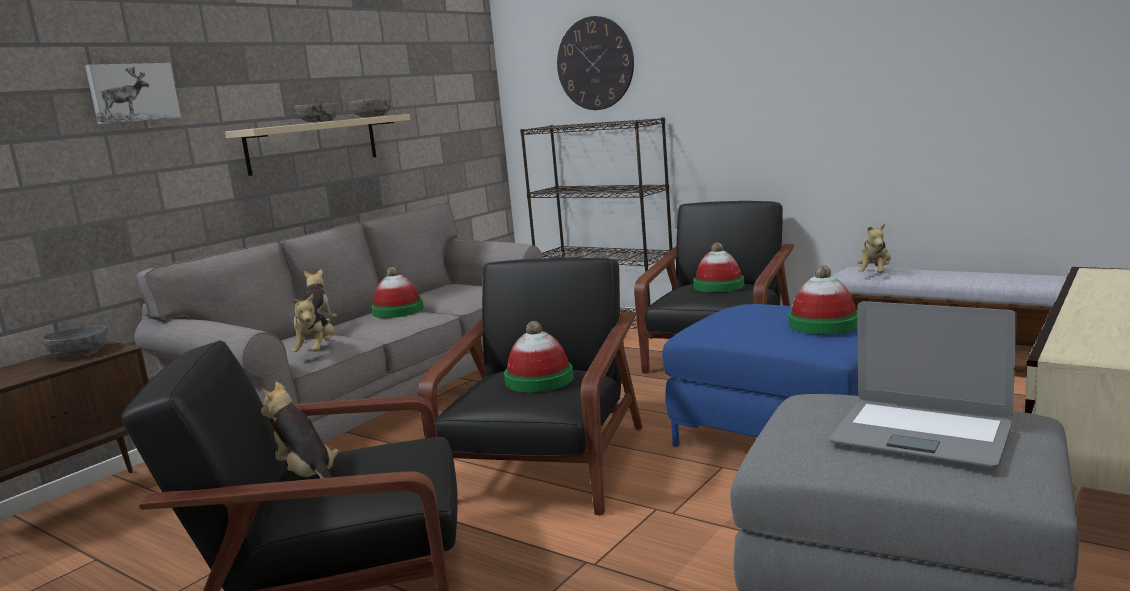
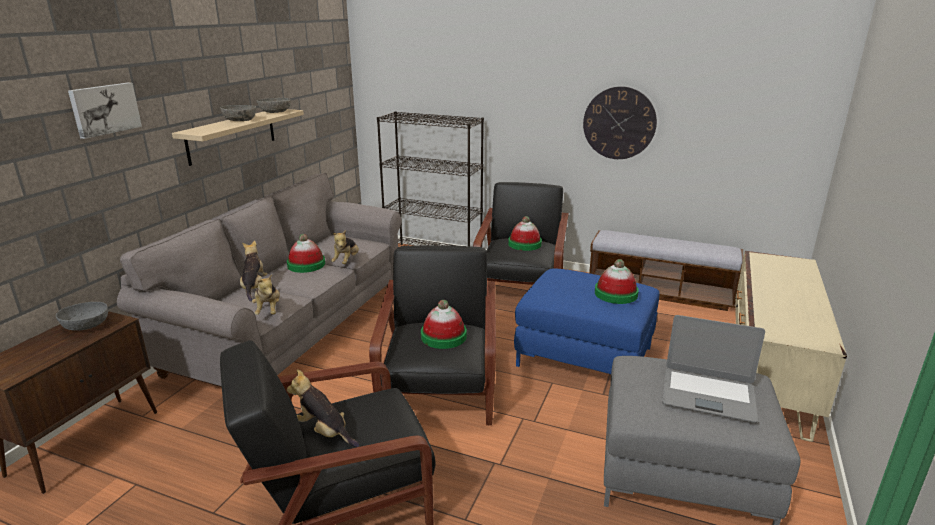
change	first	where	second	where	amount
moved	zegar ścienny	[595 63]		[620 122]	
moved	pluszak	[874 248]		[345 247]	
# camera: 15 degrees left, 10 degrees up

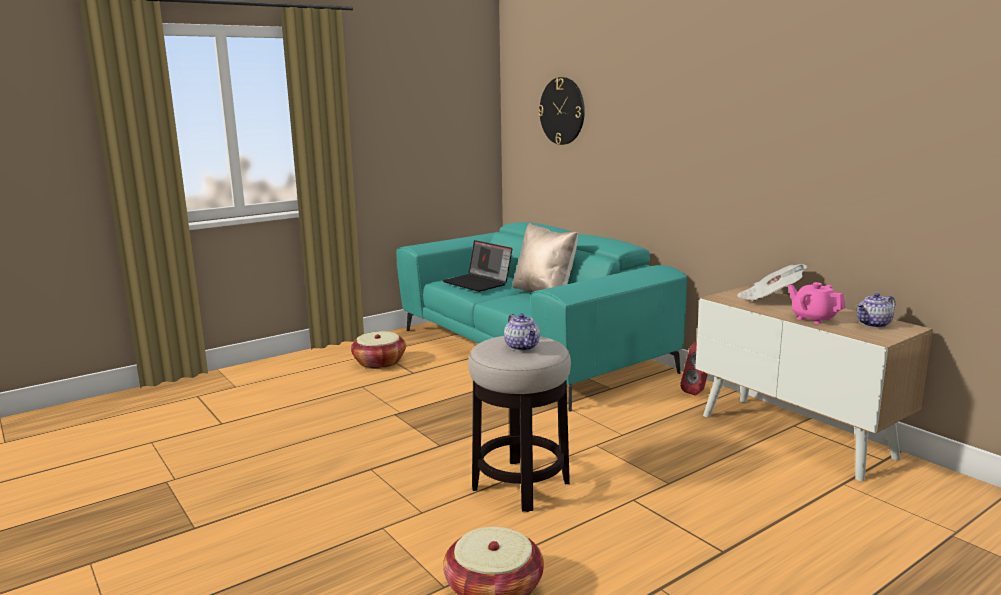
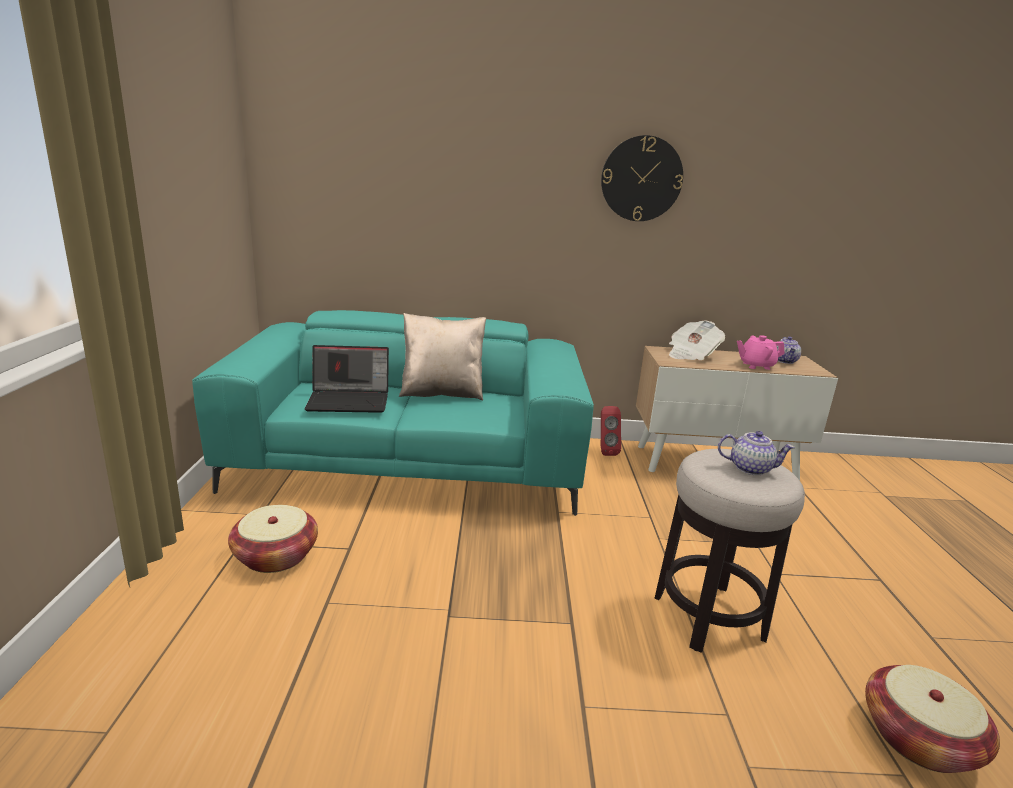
change	first	where	second	where	amount
moved	zegar ścienny	[561 111]		[642 178]	
# camera: 55 degrees left, 5 degrees up

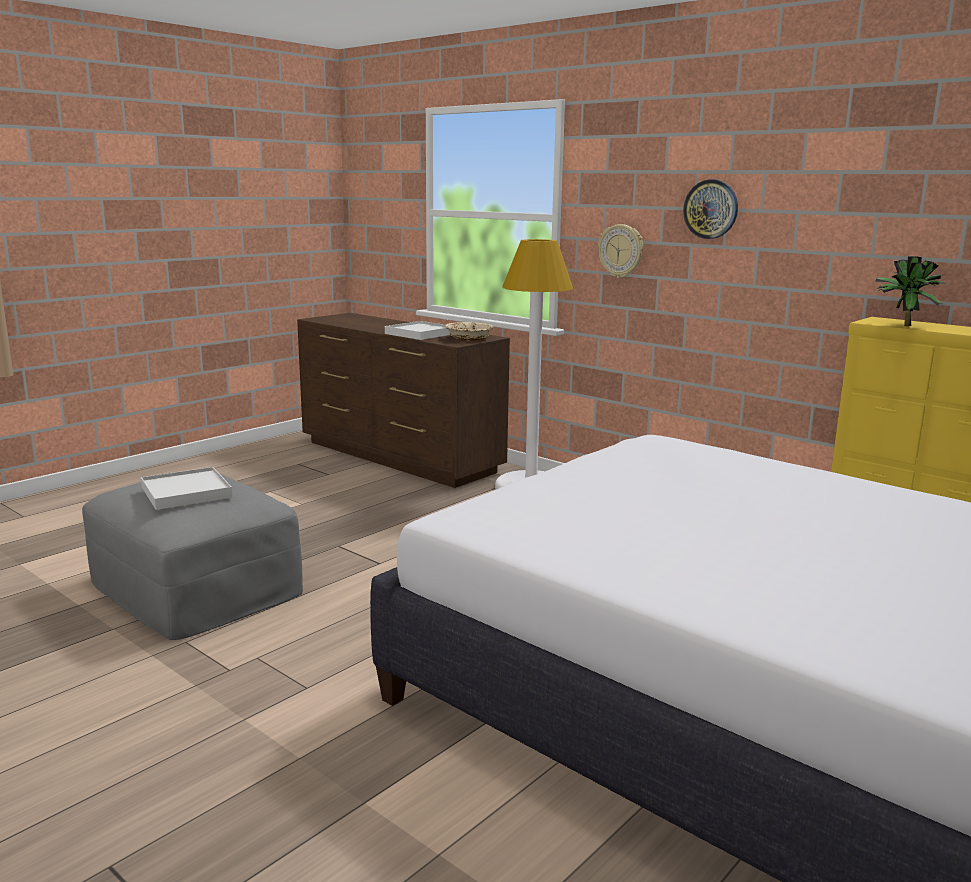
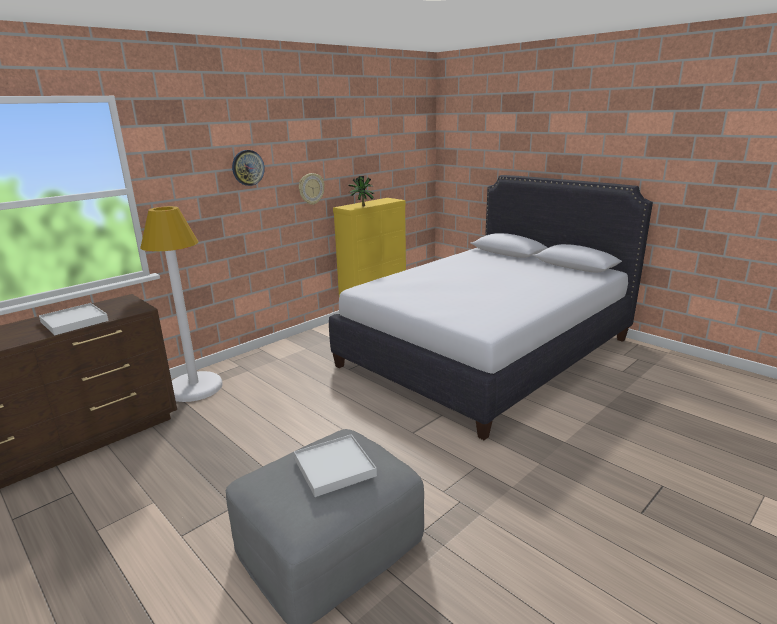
change	first	where	second	where	amount
removed	miska [beżowy]	[469 331]			
moved	zegar ścienny	[620 251]		[311 189]	
# camera: 85 degrees left, 5 degrees up

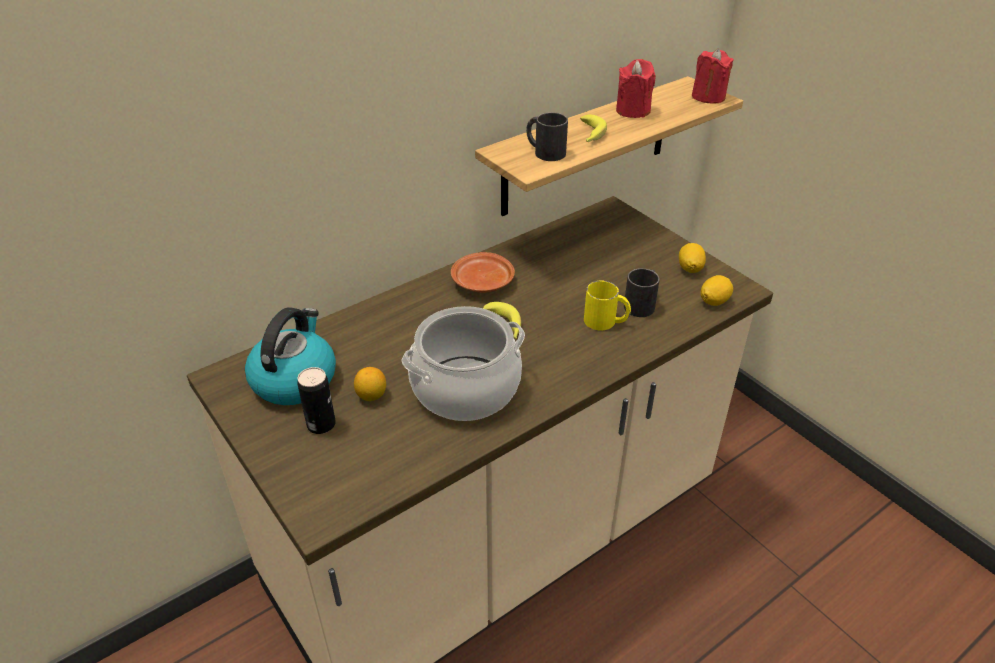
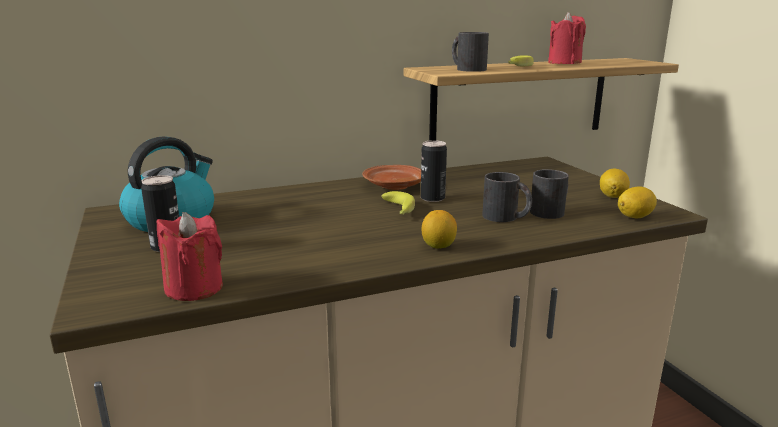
change	first	where	second	where	amount
removed	garnek	[463 363]			
added			puszka	[434 171]	
moved	cytryna	[370 384]		[439 229]	
moved	świeca [czerwony]	[713 76]		[190 256]	
recoloured	kubek [żółty]	[607 305]	kubek [czarny]	[507 197]	
# camera: 15 degrees right, 20 degrees down

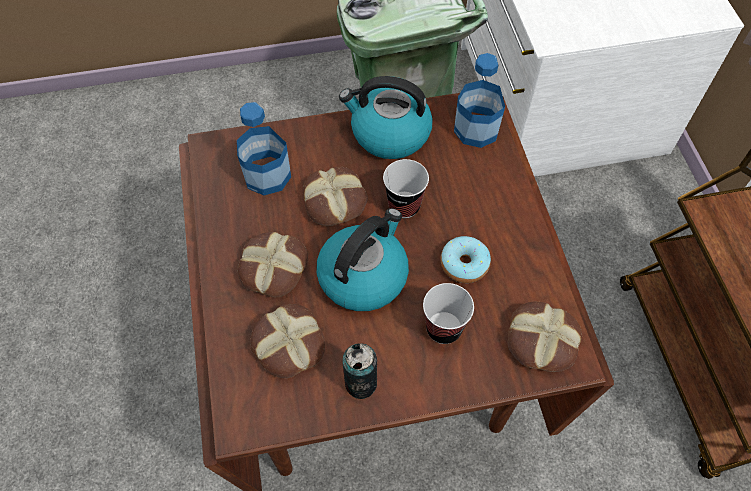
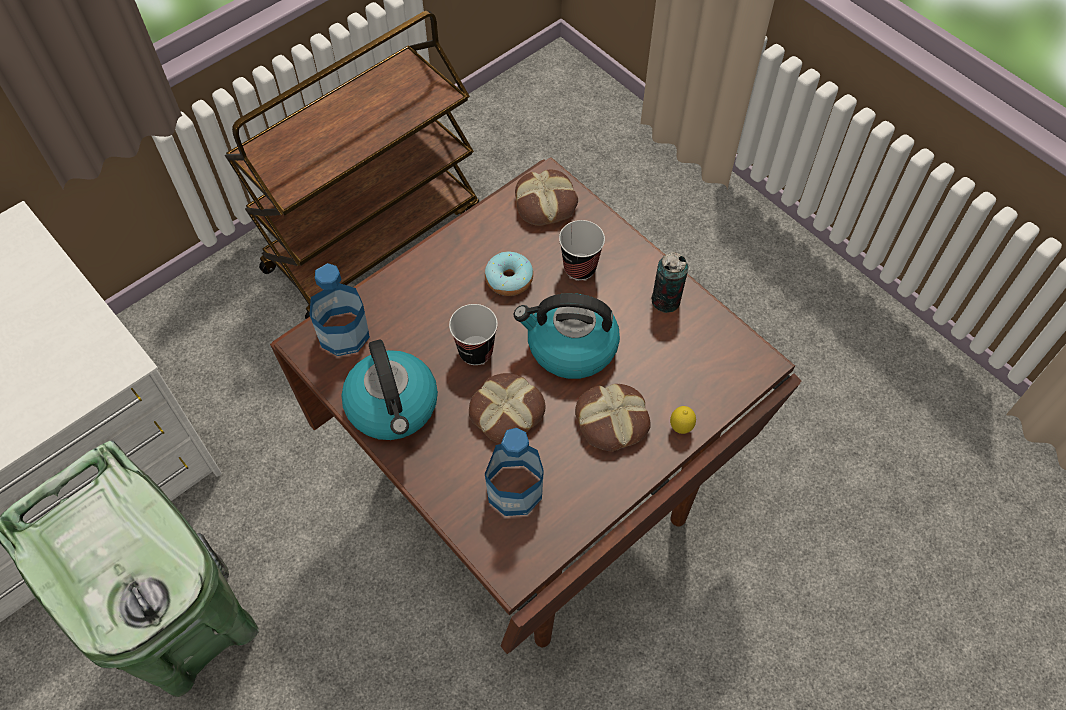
change	first	where	second	where	amount
removed	chleb	[287 341]			
added			cytryna	[683 420]	
# camera: 120 degrees left, 0 degrees up

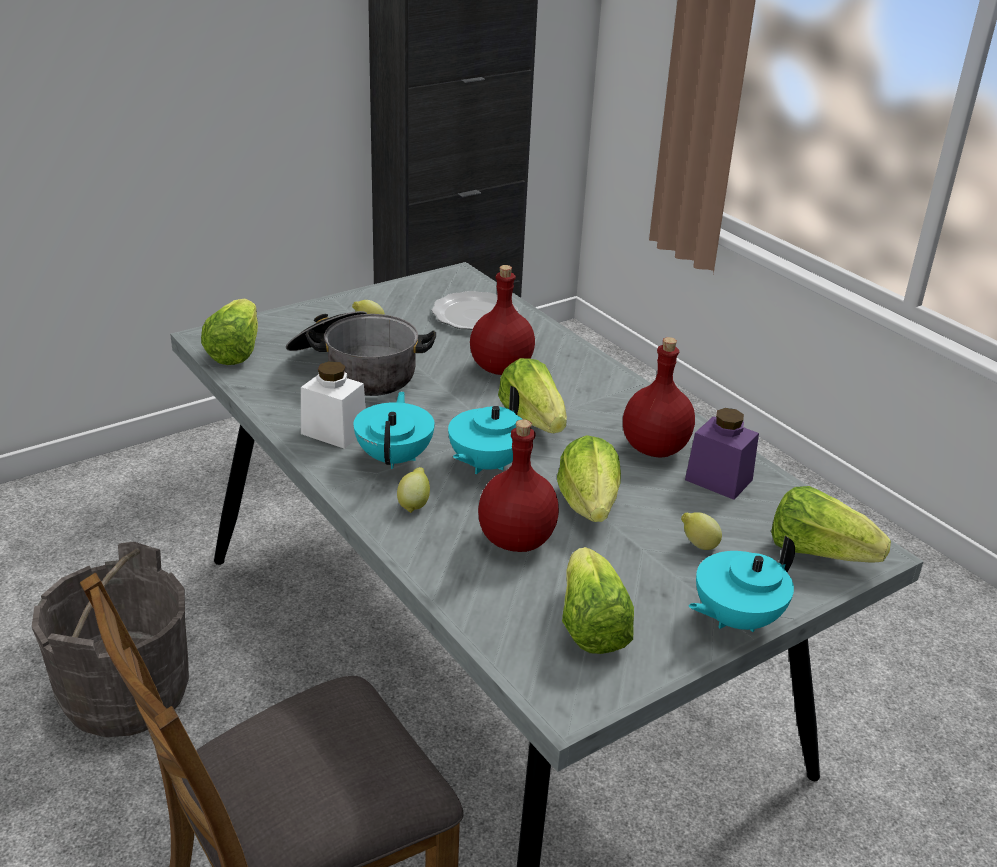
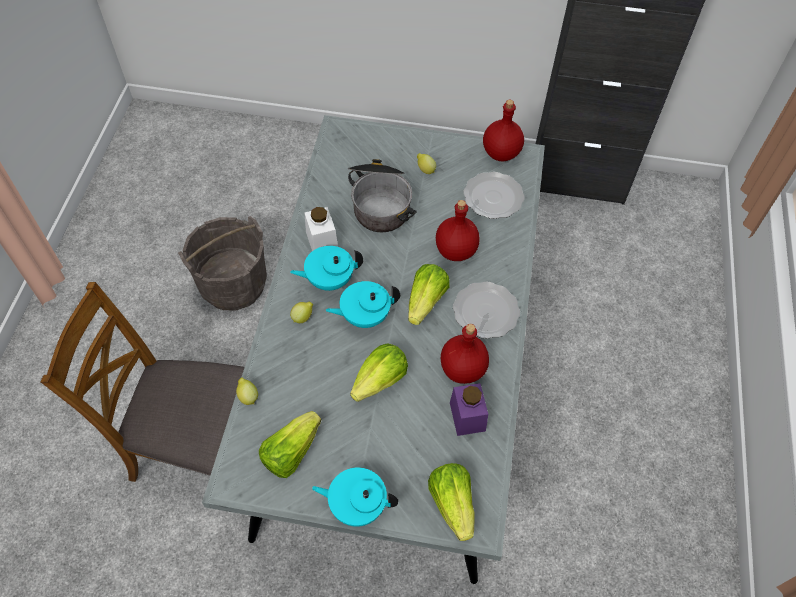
change	first	where	second	where	amount
removed	sałata	[229 332]			
added			talerz	[486 310]	
moved	butelka [czerwony]	[518 485]		[503 130]	
moved	cytryna	[701 531]		[247 391]	
turned	imbryk [turkusowy]	[394 430]		[326 268]	150 degrees counterclockwise
# camera: 45 degrees right, 25 degrees up

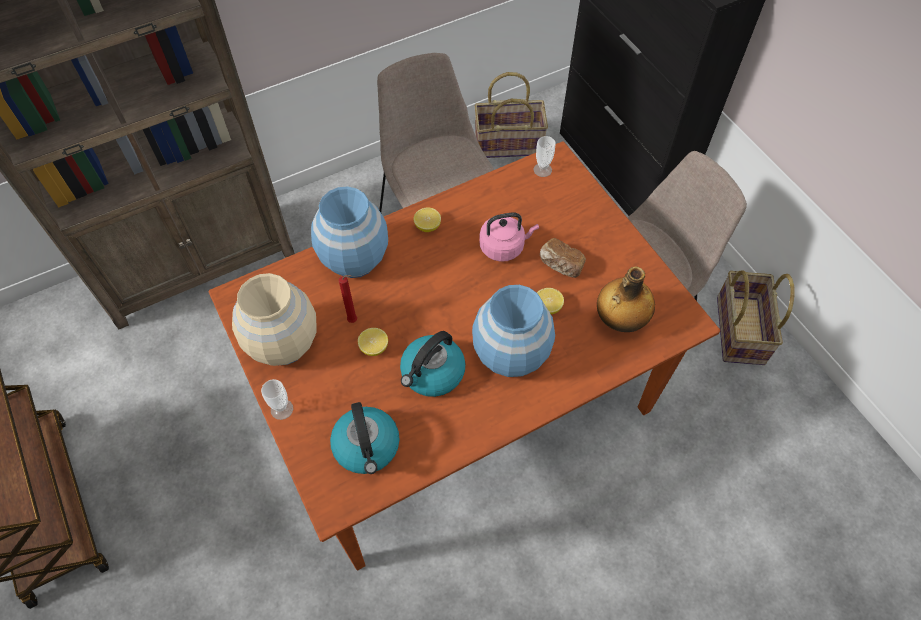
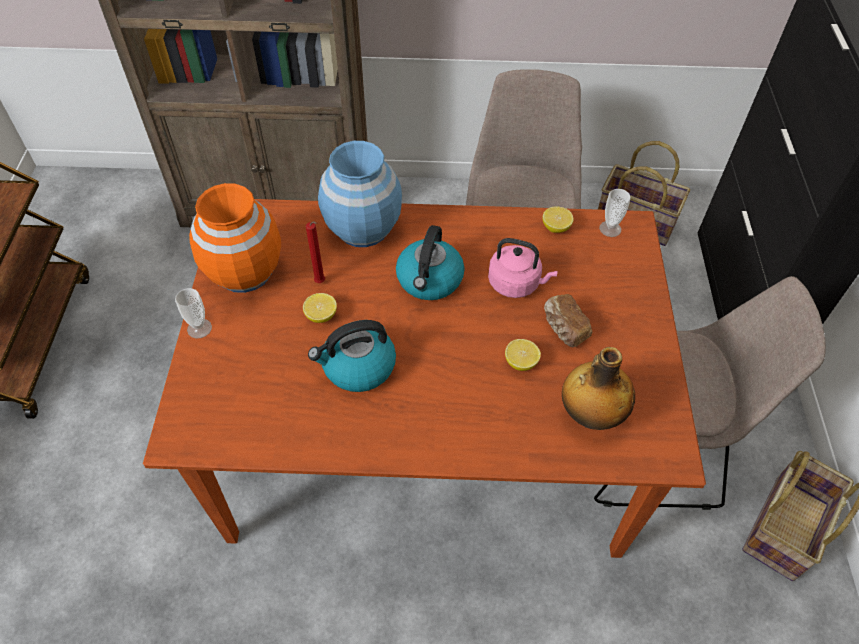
change	first	where	second	where	amount
removed	wazon [niebieski]	[513 331]			
moved	czajnik	[365 438]		[430 262]	
moved	cytryna	[427 219]		[558 220]	
recoloured	wazon [beżowy]	[274 319]	wazon [pomarańczowy]	[235 238]	
# camera: 30 degrees right, 5 degrees down

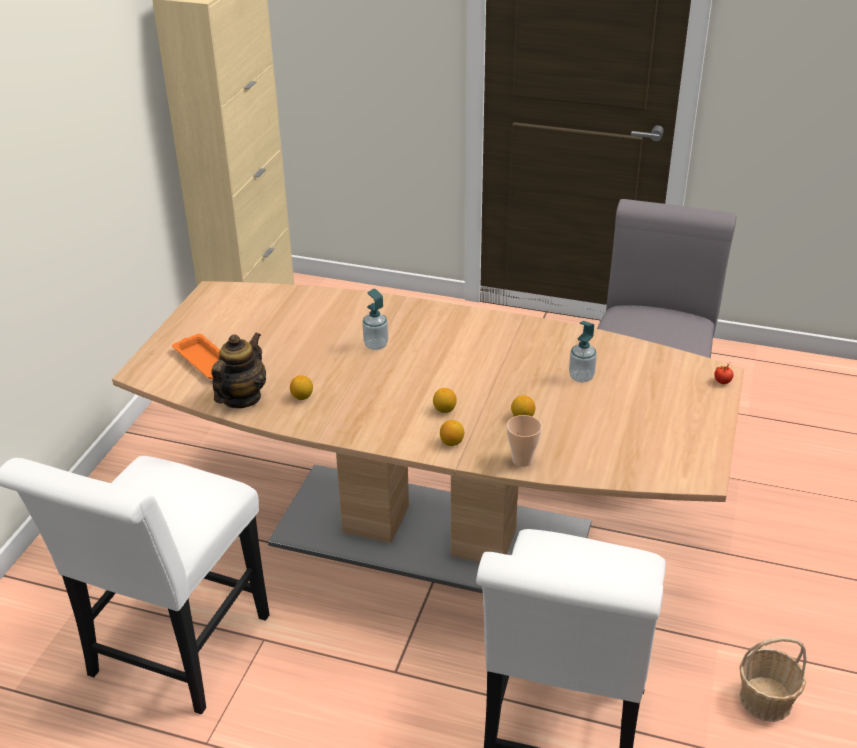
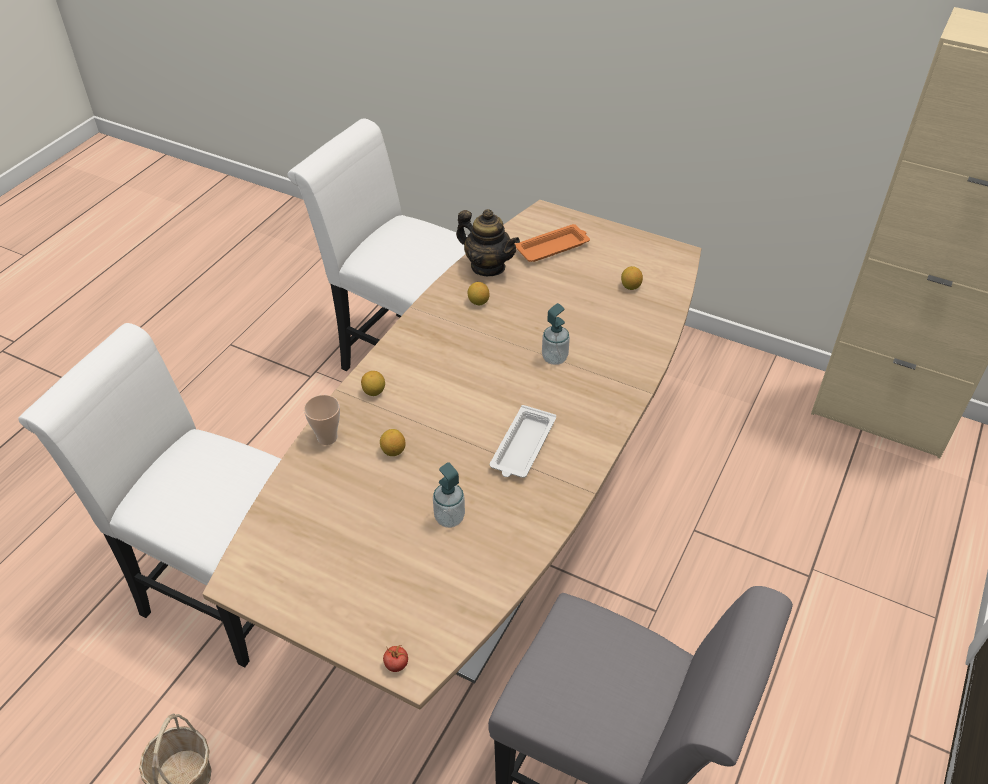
change	first	where	second	where	amount
added			taca [biały]	[523 441]	
moved	cytryna	[445 400]		[632 278]	
# camera: 100 degrees right, 10 degrees up

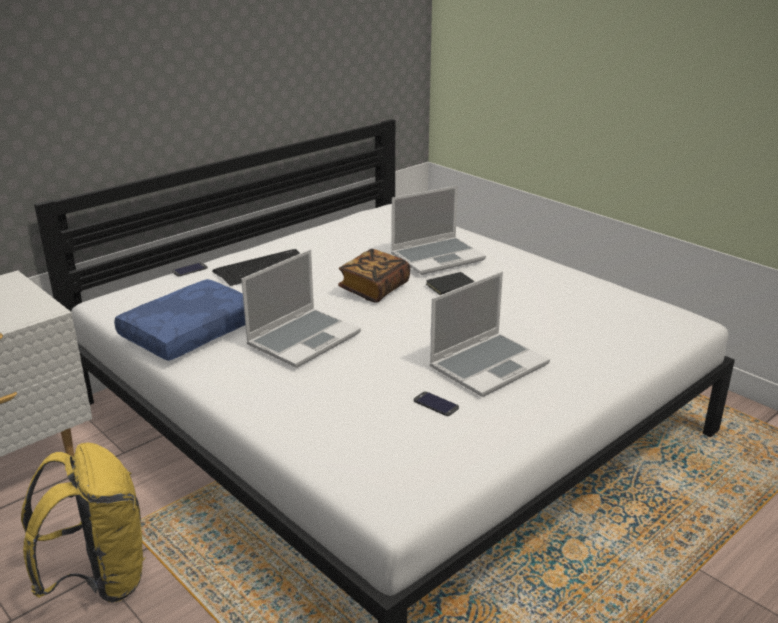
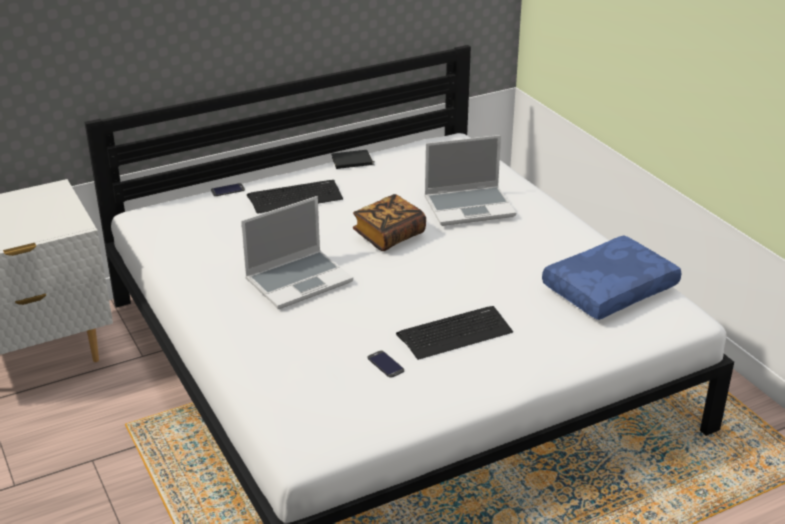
change	first	where	second	where	amount
removed	plecak [żółty]	[83 522]			
moved	poduszka [niebieski]	[179 320]		[612 277]	
moved	książka [czarny]	[450 283]		[352 159]	
replaced	laptop	[489 334]	klawiatura	[454 333]	
# camera: 15 degrees right, 5 degrees up

